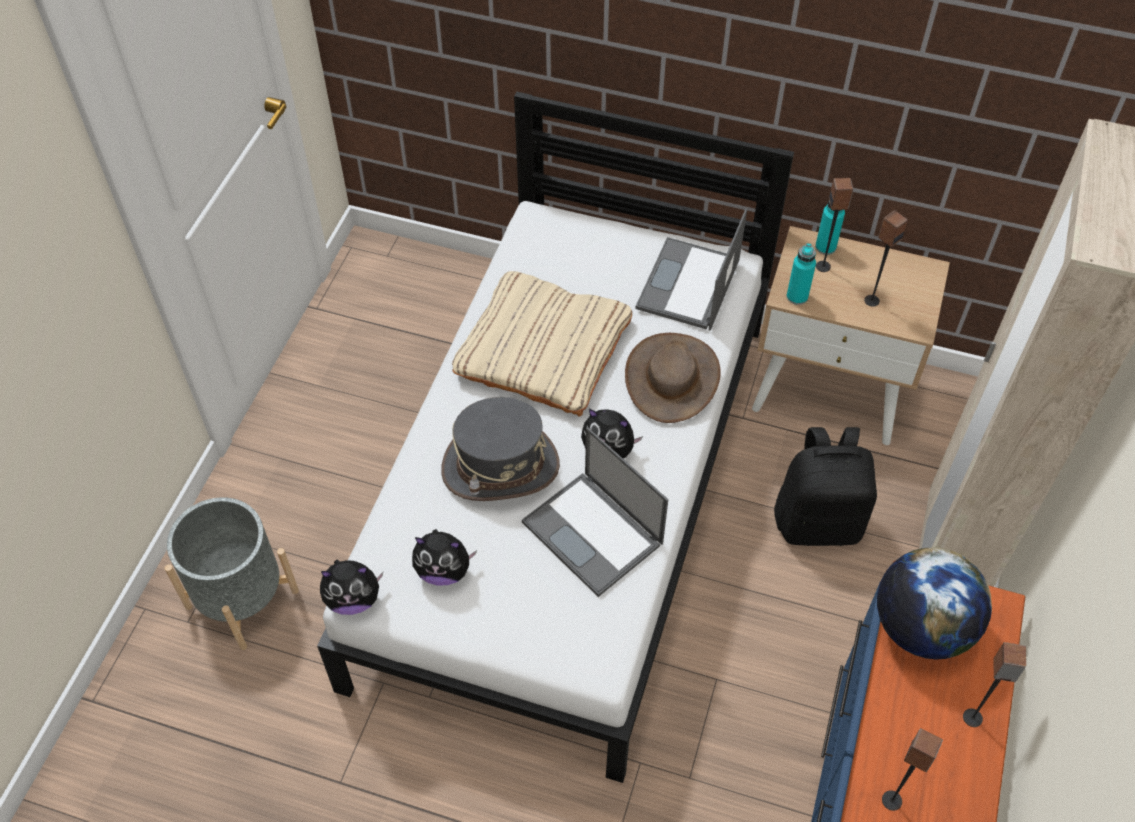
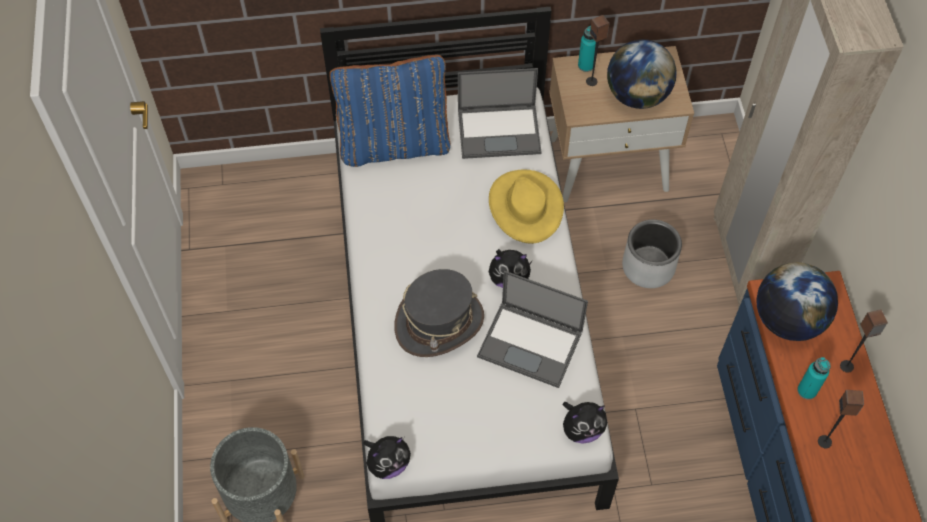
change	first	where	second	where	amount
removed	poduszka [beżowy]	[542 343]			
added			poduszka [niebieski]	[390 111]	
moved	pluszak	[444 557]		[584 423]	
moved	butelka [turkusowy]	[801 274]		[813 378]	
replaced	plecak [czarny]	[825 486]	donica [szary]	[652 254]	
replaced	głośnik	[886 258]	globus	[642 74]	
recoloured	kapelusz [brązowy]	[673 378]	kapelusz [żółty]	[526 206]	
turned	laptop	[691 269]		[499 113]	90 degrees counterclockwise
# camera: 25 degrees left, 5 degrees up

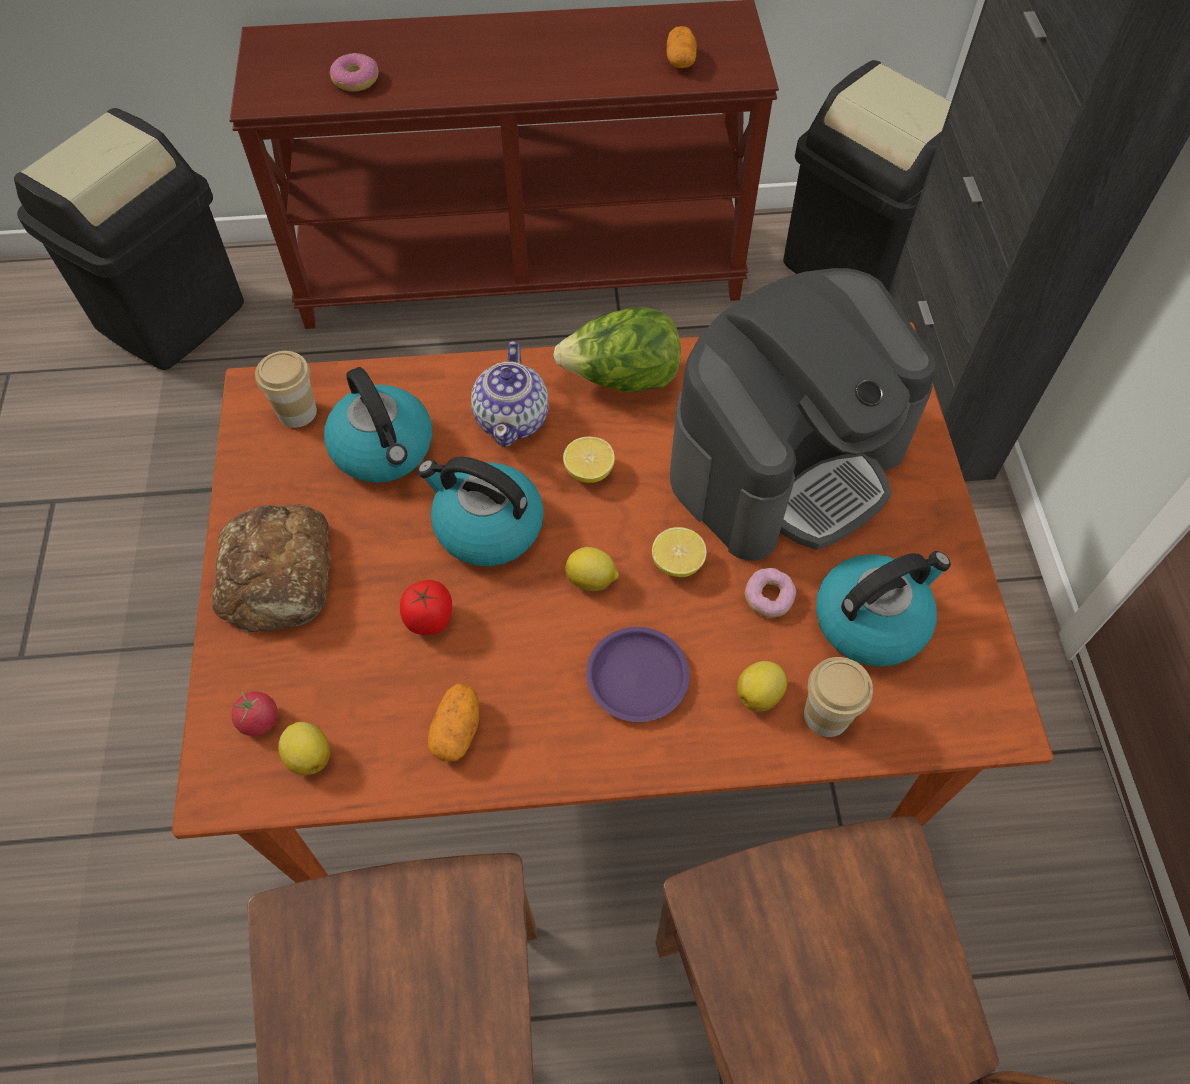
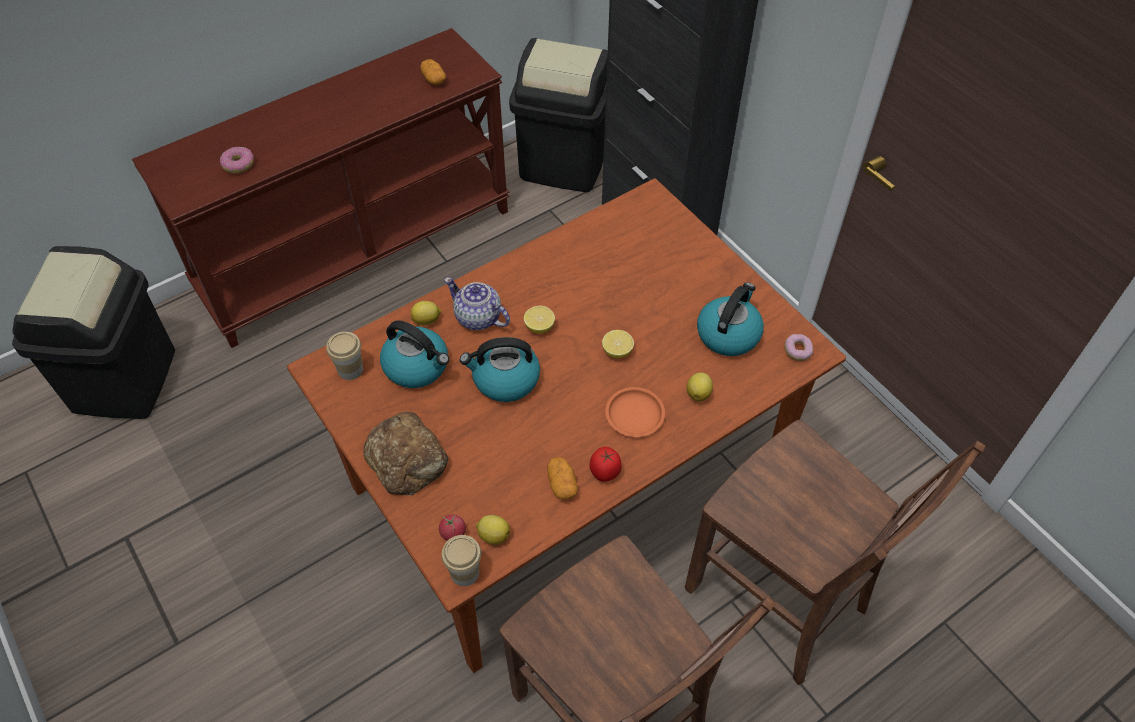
change	first	where	second	where	amount
removed	sałata	[617 349]			
removed	ekspres do kawy	[803 414]			
moved	pomidor	[426 607]		[605 464]	
moved	cytryna	[592 569]		[426 313]	
moved	donut	[770 593]		[799 347]	
moved	filiżanka	[838 697]		[461 560]	
recoloured	talerz [fioletowy]	[638 674]	talerz [pomarańczowy]	[635 412]	
turned	imbryk	[510 394]		[477 303]	150 degrees clockwise
# camera: 30 degrees left, 5 degrees down

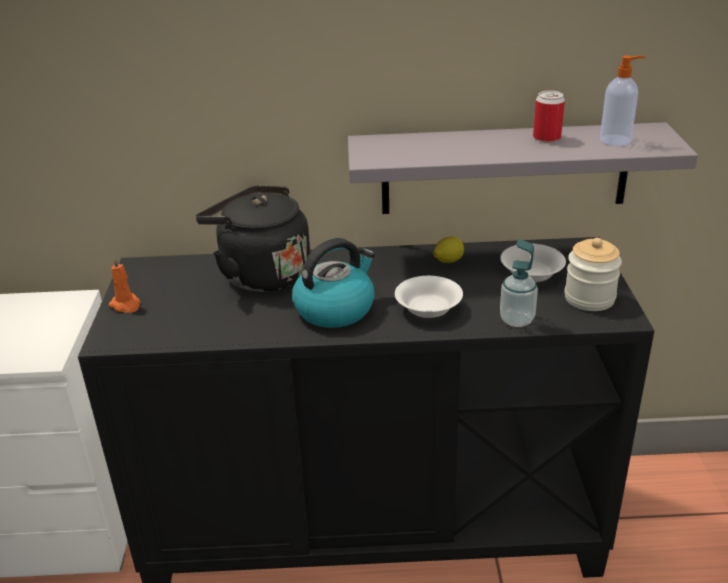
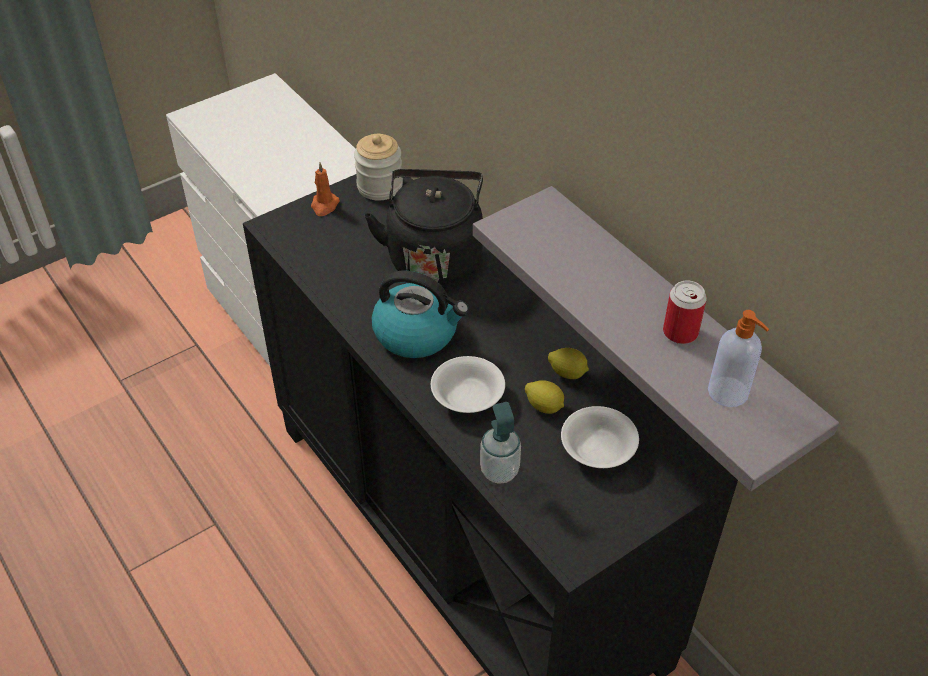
change	first	where	second	where	amount
added			cytryna	[544 397]	
moved	słoik	[593 274]		[378 167]	
# camera: 55 degrees right, 15 degrees up

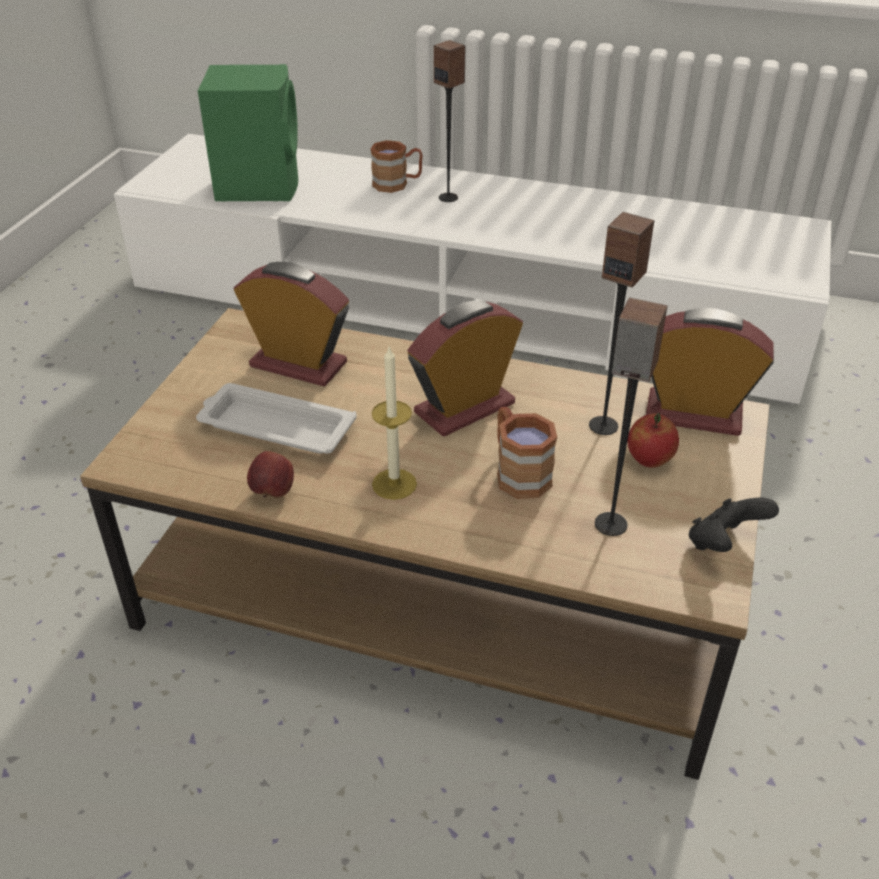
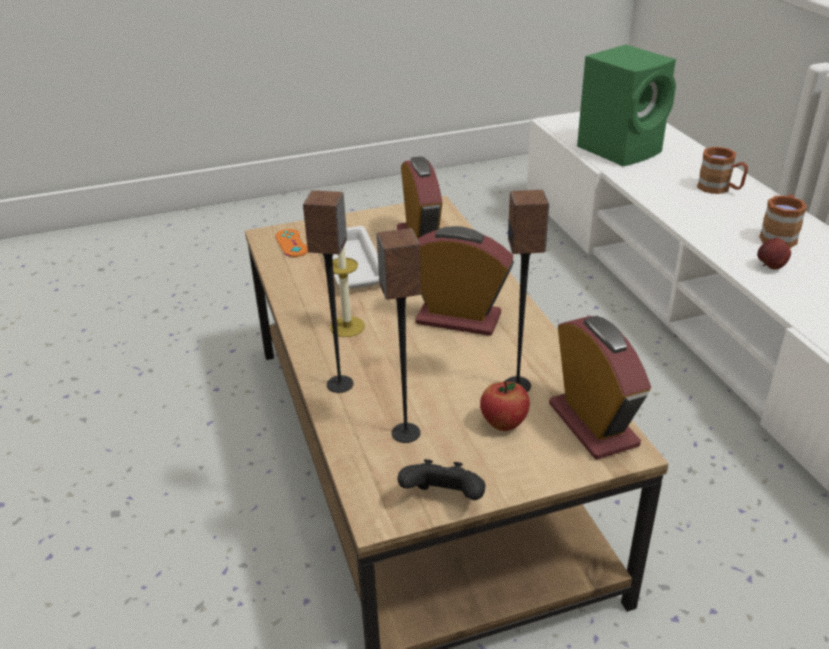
change	first	where	second	where	amount
added			pad do gier [pomarańczowy]	[292 243]	
moved	jabłko	[270 474]		[774 253]	
moved	głośnik	[450 121]		[328 291]	
moved	kubek [brązowy]	[527 453]		[783 221]	
# camera: 55 degrees right, 5 degrees down

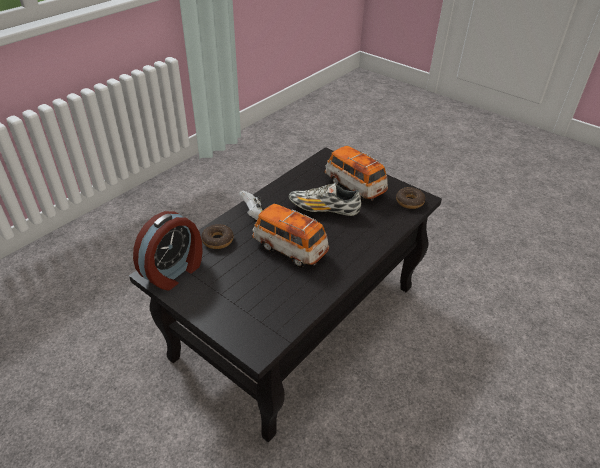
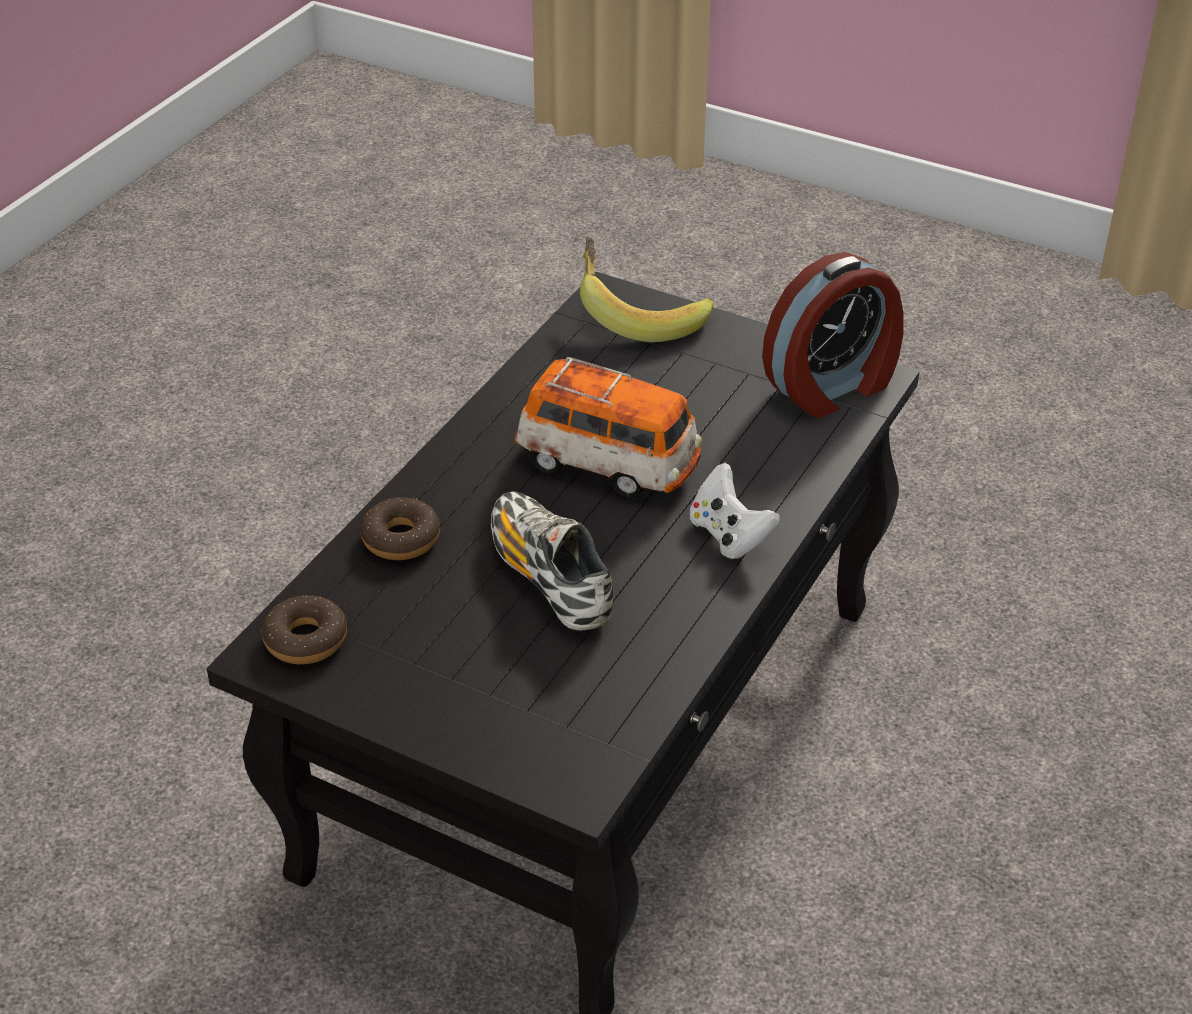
change	first	where	second	where	amount
removed	samochodzik	[356 173]			
added			banan	[647 289]	
moved	donut	[217 236]		[400 528]	
turned	budzik	[168 251]		[833 335]	150 degrees counterclockwise
turned	but	[324 199]		[552 561]	120 degrees counterclockwise
# camera: 170 degrees right, 0 degrees up

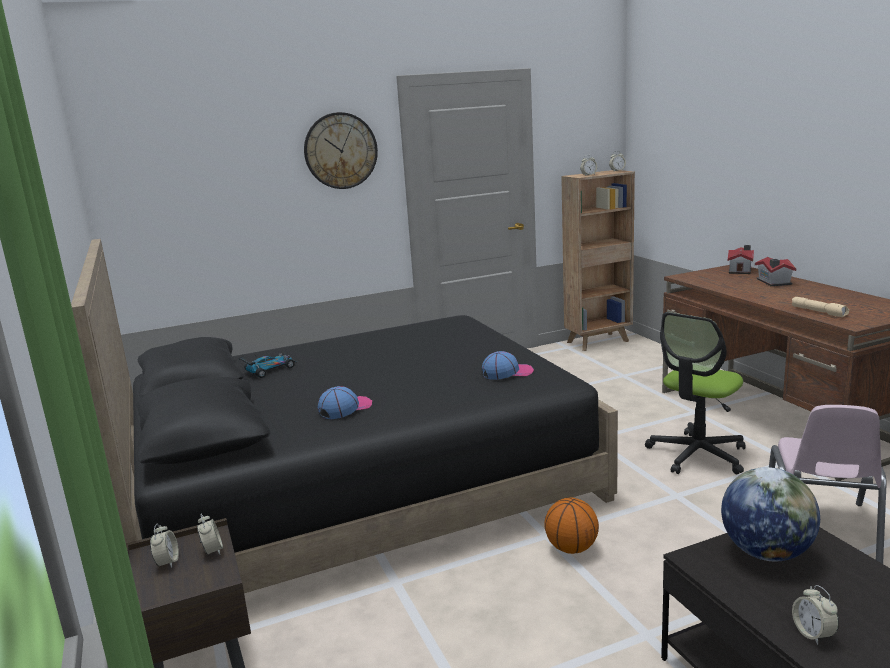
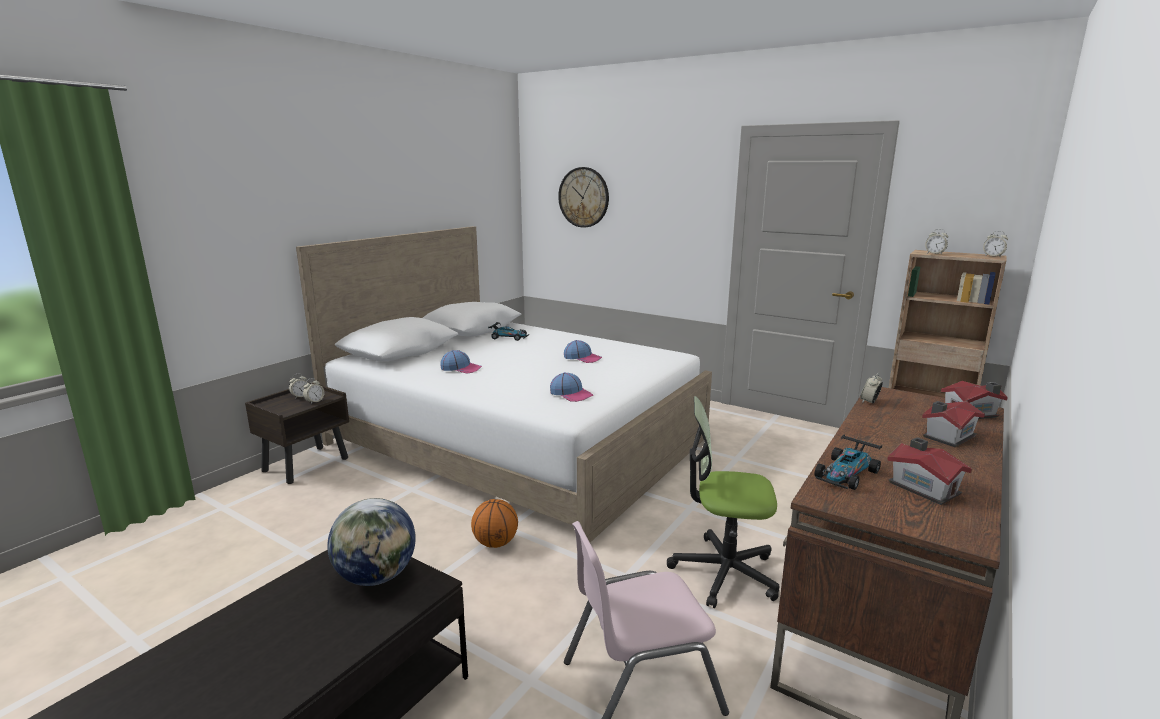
change	first	where	second	where	amount
added			czapka z daszkiem	[583 351]	
added			domek	[929 471]	
moved	zegar ścienny	[341 150]		[583 197]	
moved	budzik	[815 615]		[871 388]	
replaced	latarka [beżowy]	[820 307]	samochodzik	[848 462]	
recoloured	łóżko [czarny]	[344 416]	łóżko [biały]	[504 384]	
# camera: 55 degrees right, 0 degrees up

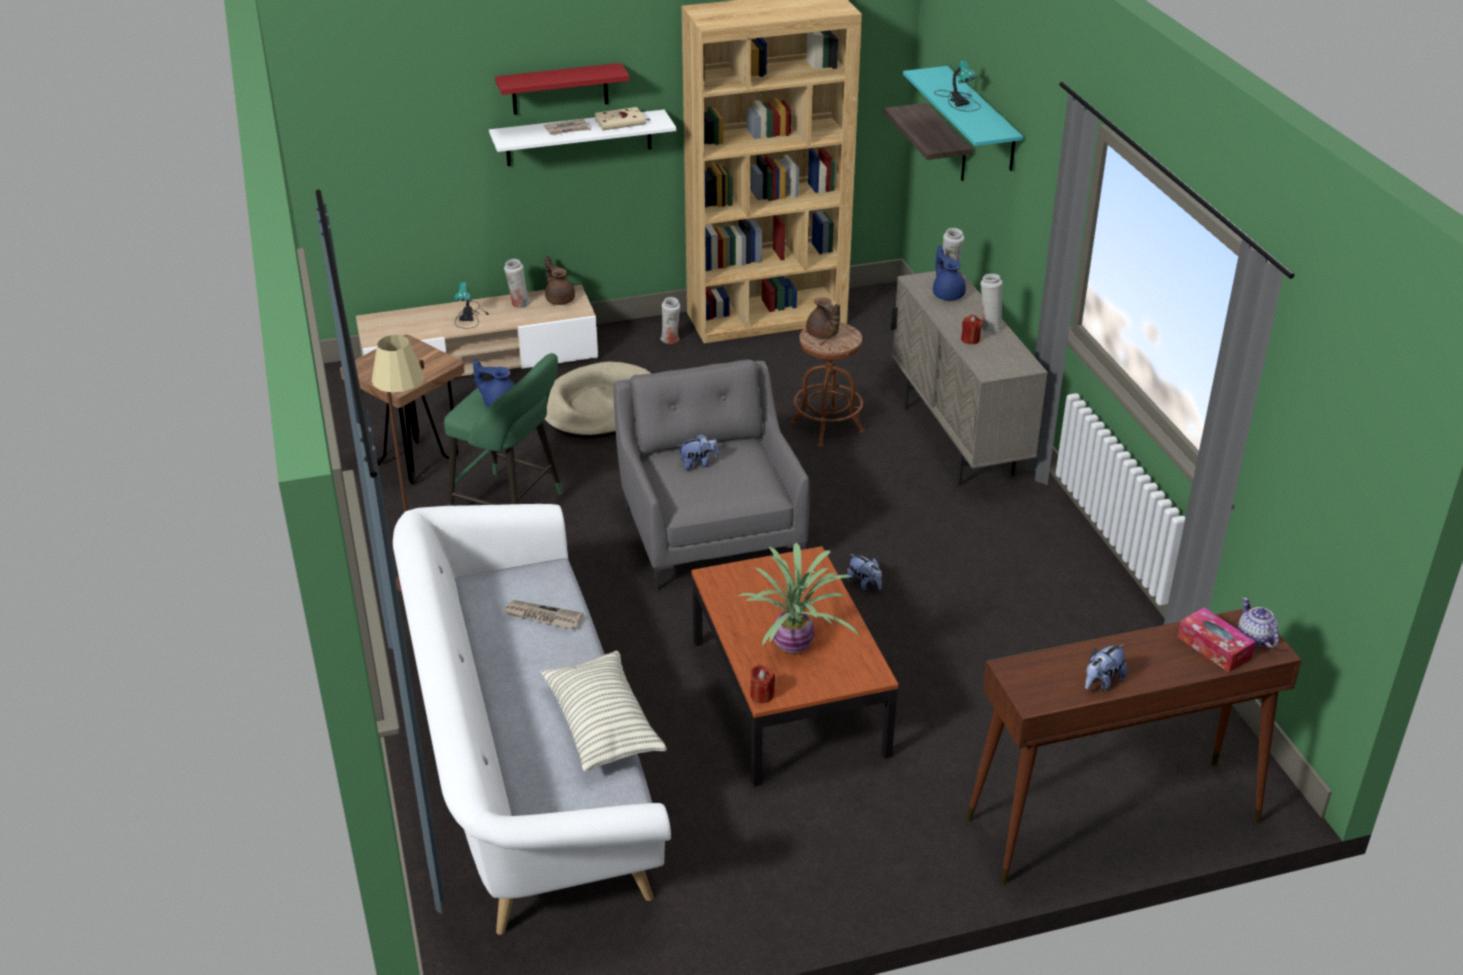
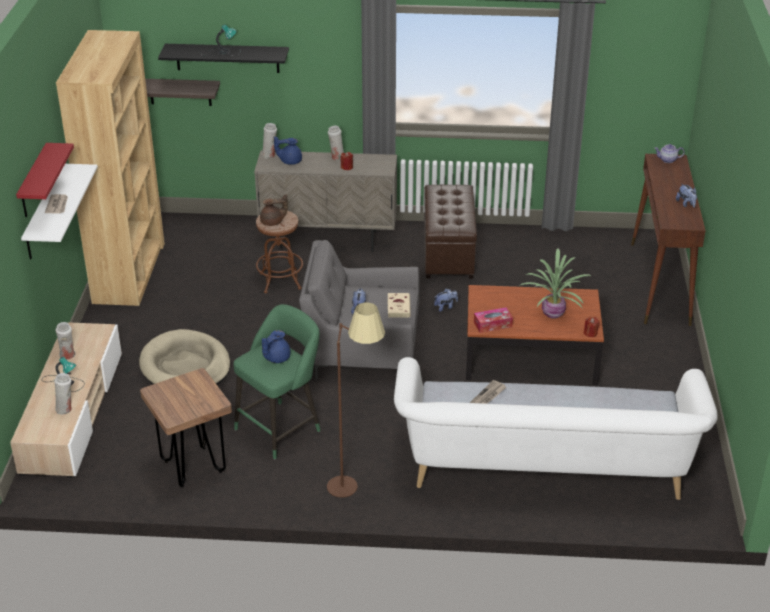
change	first	where	second	where	amount
removed	poduszka	[603 711]			
removed	imbryk [brązowy]	[560 280]			
added			pufa [brązowy]	[450 232]	
moved	książka [beżowy]	[622 118]		[399 305]	
moved	wazon [biały]	[670 320]		[63 394]	
moved	pudełko chusteczek	[1217 639]		[493 320]	
recoloured	półka [turkusowy]	[963 118]	półka [czarny]	[223 58]	
# camera: 70 degrees left, 0 degrees up

